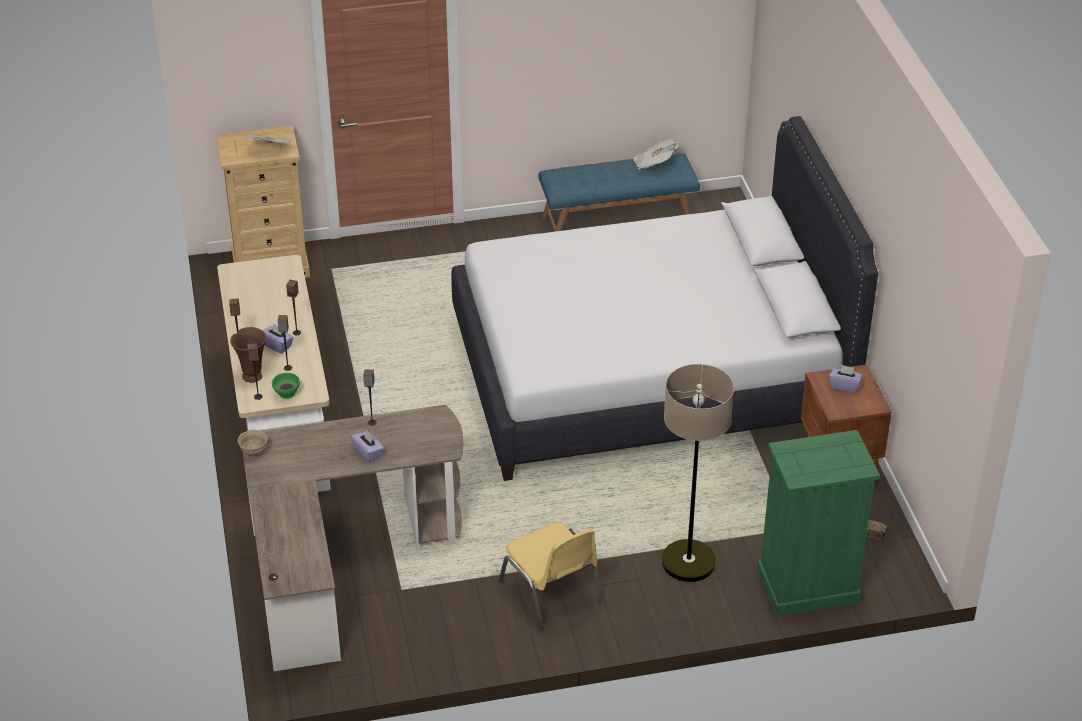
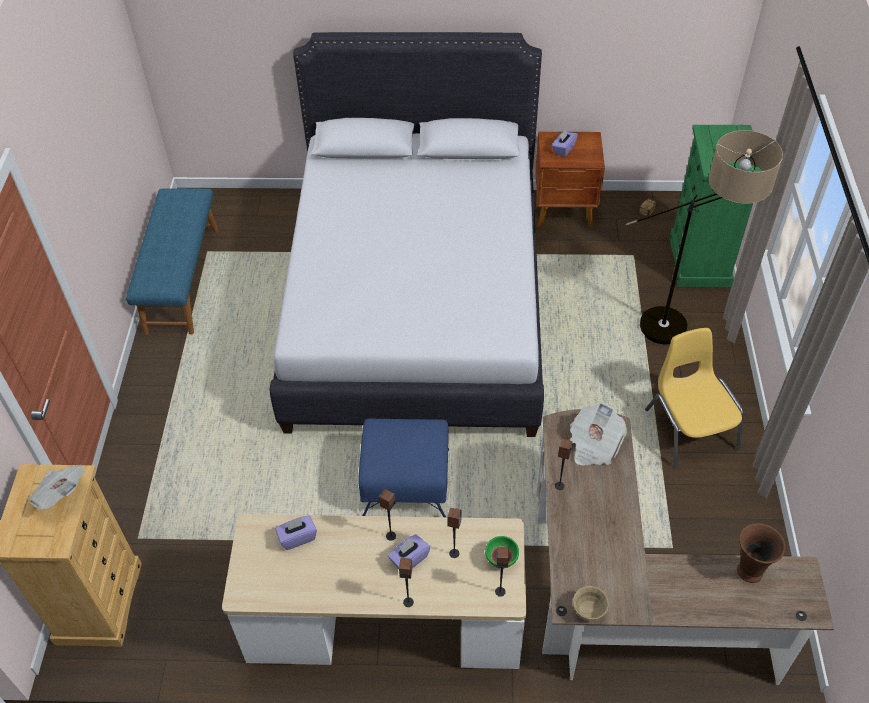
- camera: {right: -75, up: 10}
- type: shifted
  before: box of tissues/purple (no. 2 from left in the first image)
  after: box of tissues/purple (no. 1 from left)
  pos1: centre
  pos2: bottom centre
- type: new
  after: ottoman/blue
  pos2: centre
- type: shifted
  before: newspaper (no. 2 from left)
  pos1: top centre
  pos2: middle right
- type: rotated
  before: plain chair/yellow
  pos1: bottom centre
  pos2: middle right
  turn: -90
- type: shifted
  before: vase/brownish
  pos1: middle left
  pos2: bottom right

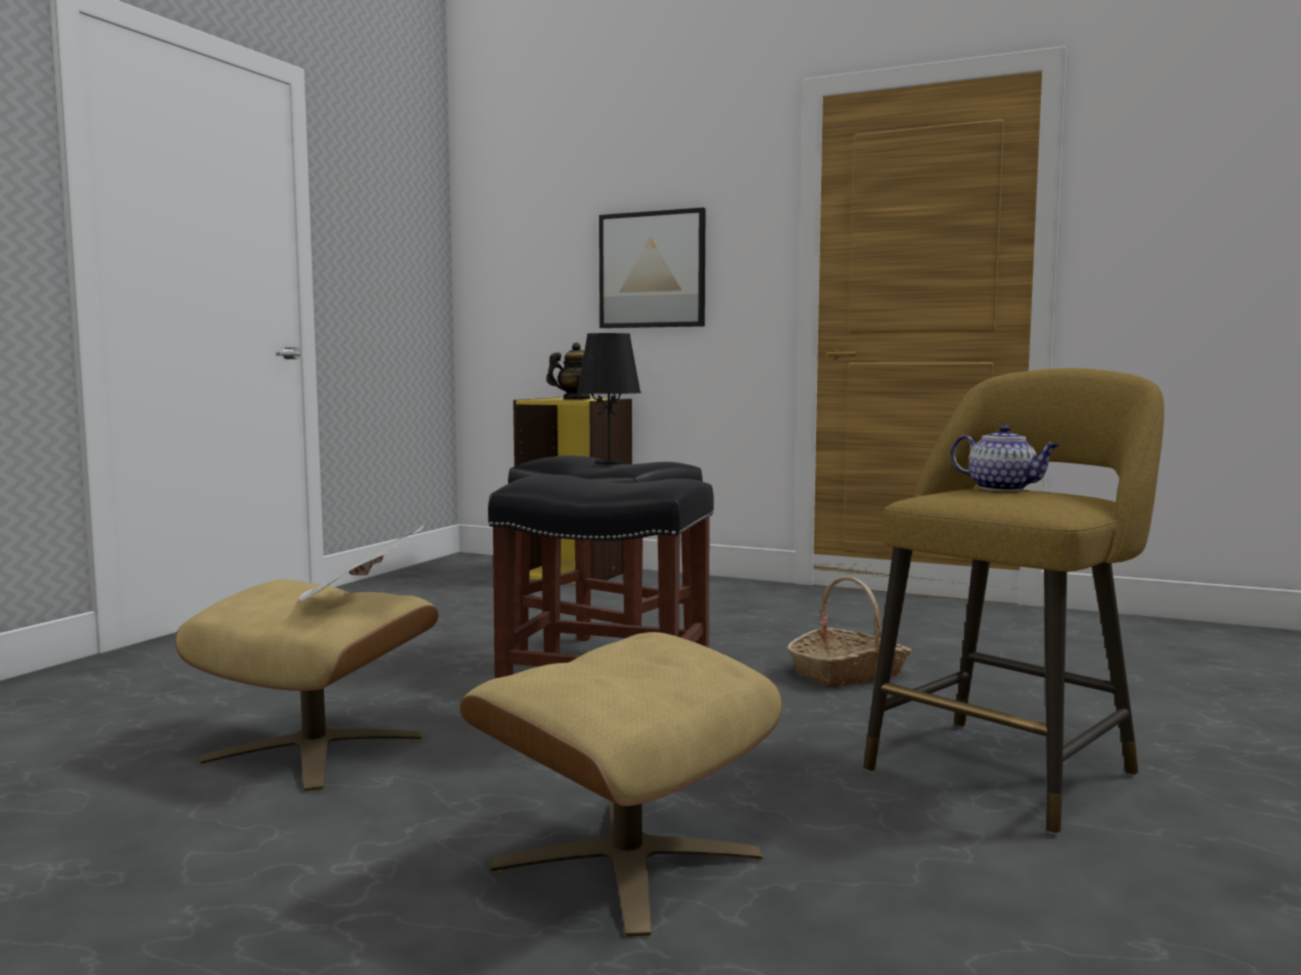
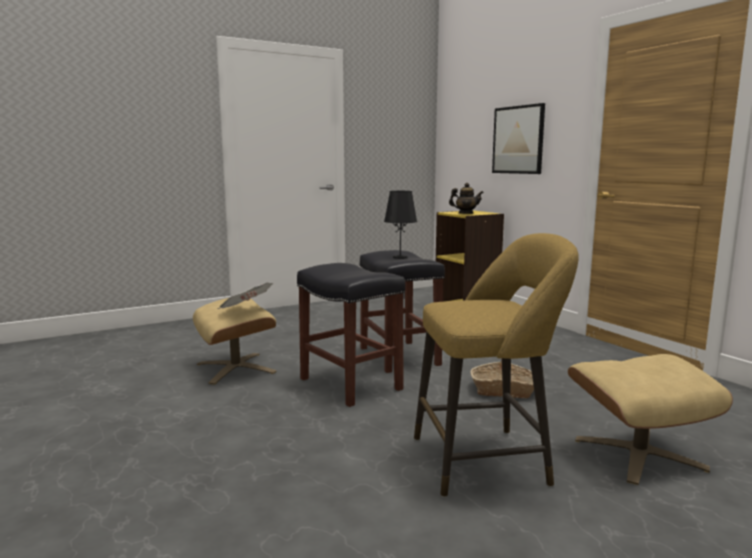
- camera: {right: 35, up: 5}
- type: shifted
  before: ottoman/sand-coloured (no. 2 from left)
  pos1: bottom centre
  pos2: bottom right
- type: gone
  before: teapot (no. 2 from left)
  pos1: middle right

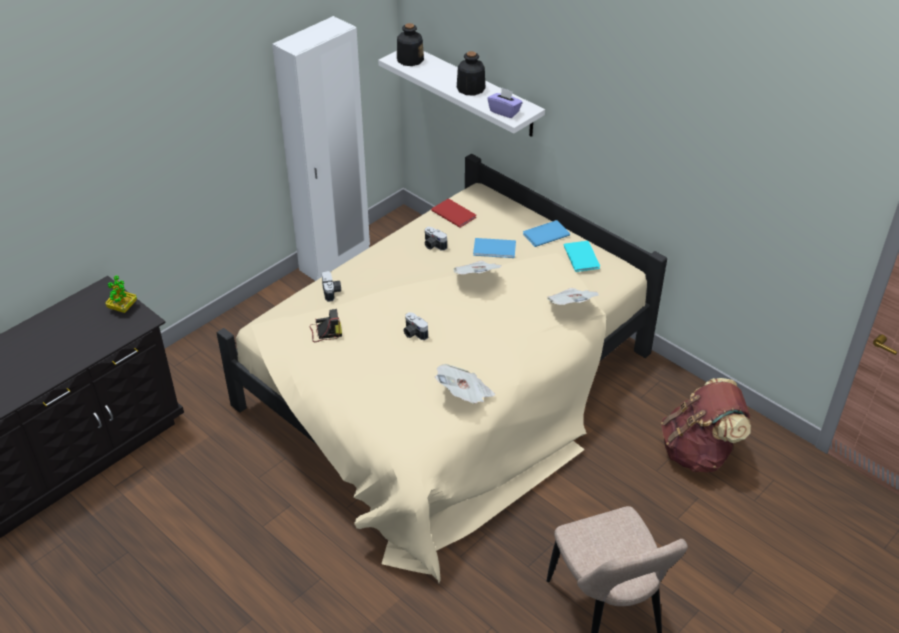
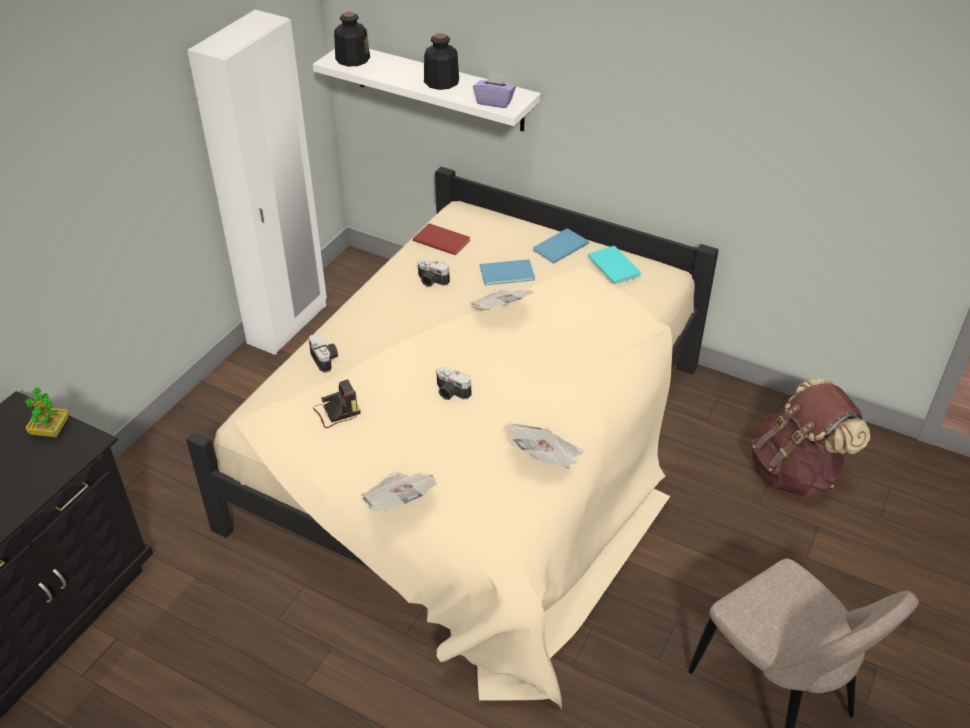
- camera: {right: -15, up: 0}
- type: shifted
  before: newspaper (no. 3 from left in the first image)
  after: newspaper (no. 1 from left)
  pos1: centre
  pos2: bottom centre

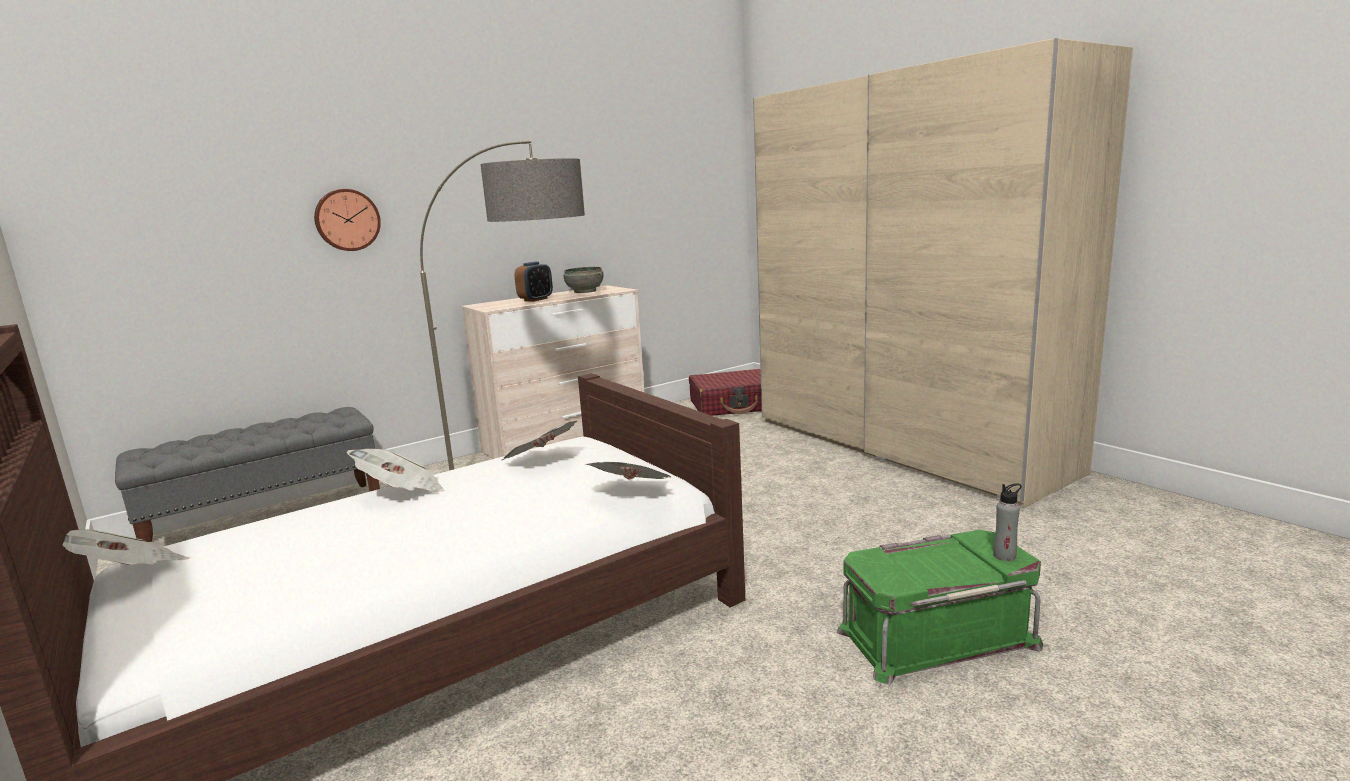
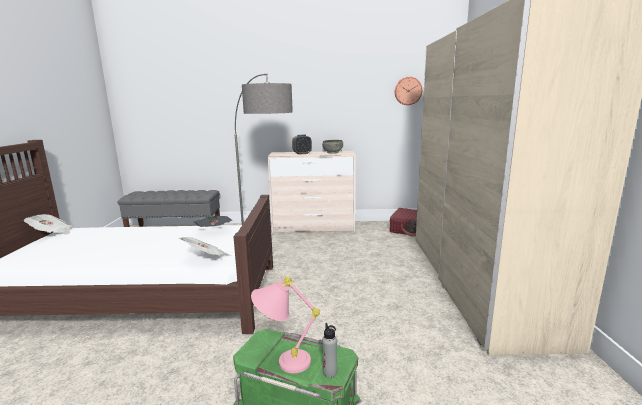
- camera: {right: 35, up: 0}
- type: new
  after: table lamp/pink-coloured
  pos2: bottom centre
- type: shifted
  before: wall clock
  pos1: top left
  pos2: top centre
- type: gone
  before: newspaper (no. 2 from left)
  pos1: middle left

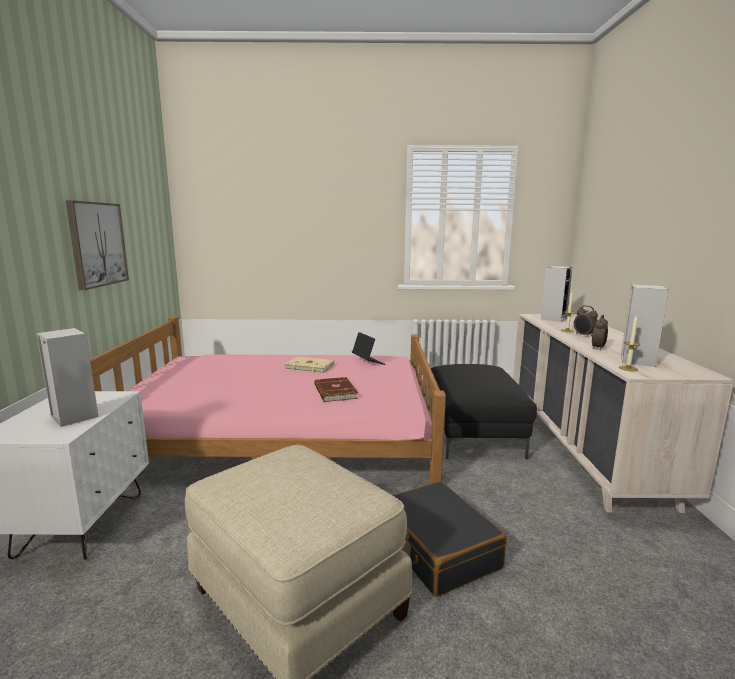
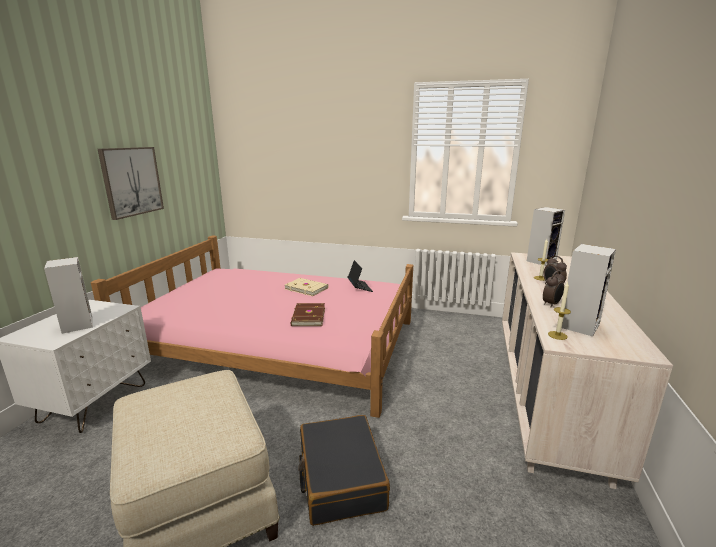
- camera: {right: 15, up: 5}
- type: gone
  before: ottoman/blackish
  pos1: centre

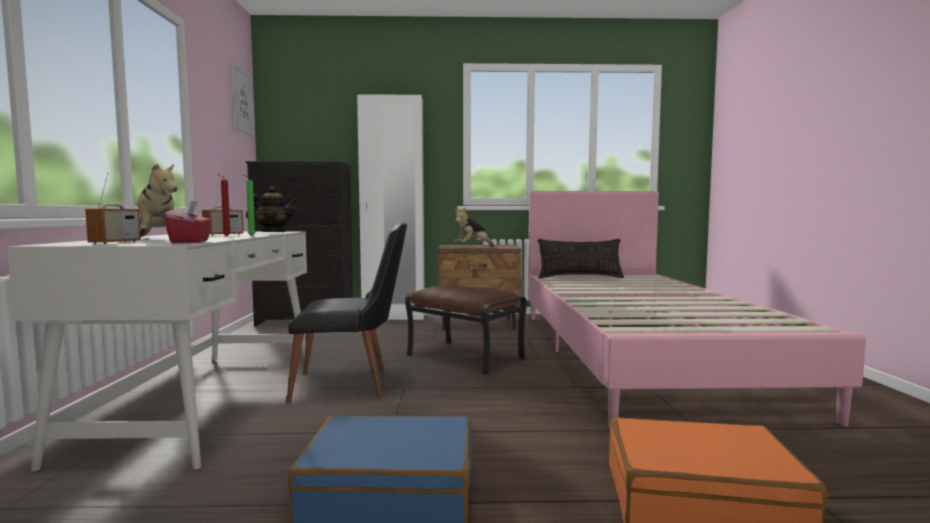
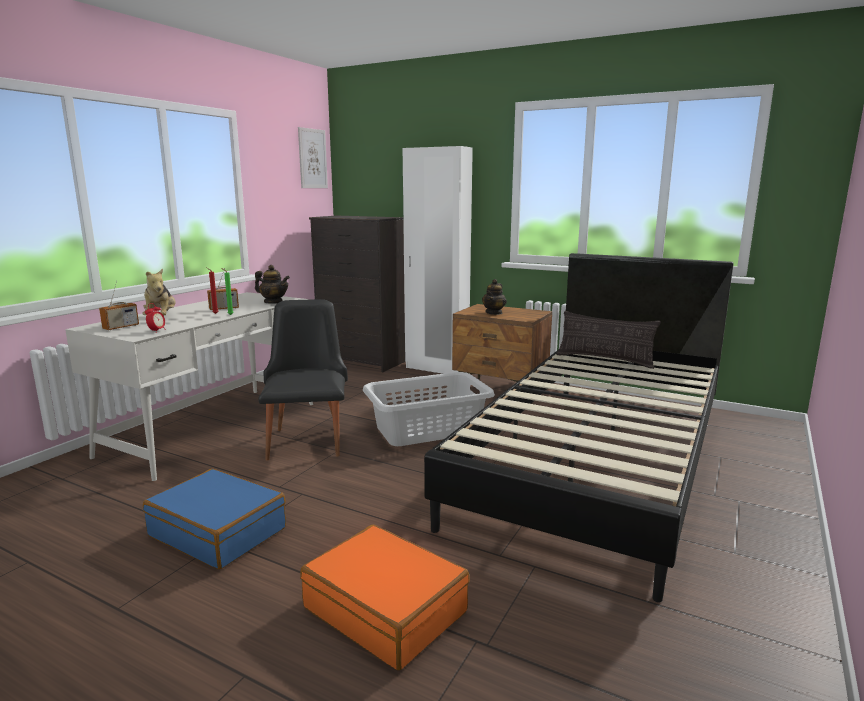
- camera: {right: 30, up: 10}
- type: swapped
  before: box of tissues/red
  after: table clock
  pos1: middle left
  pos2: middle left
- type: rotated
  before: plain chair/blackish
  pos1: centre
  pos2: centre
  turn: -120
- type: swapped
  before: ottoman/brownish
  after: hamper/gray
  pos1: centre
  pos2: centre
- type: repainted
  before: bedroom bed/pink-coloured
  after: bedroom bed/blackish
  pos1: middle right
  pos2: middle right
- type: swapped
  before: soft toy (no. 2 from left)
  after: teapot (no. 2 from left)
  pos1: centre
  pos2: centre

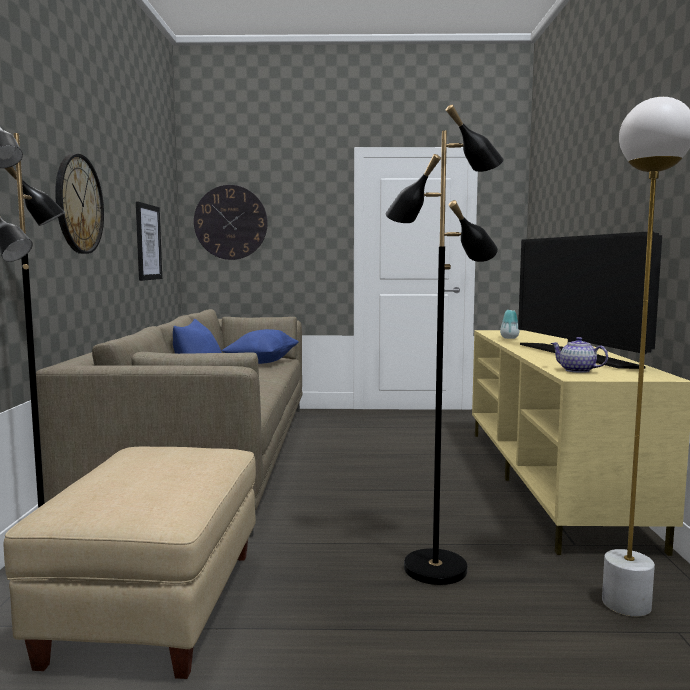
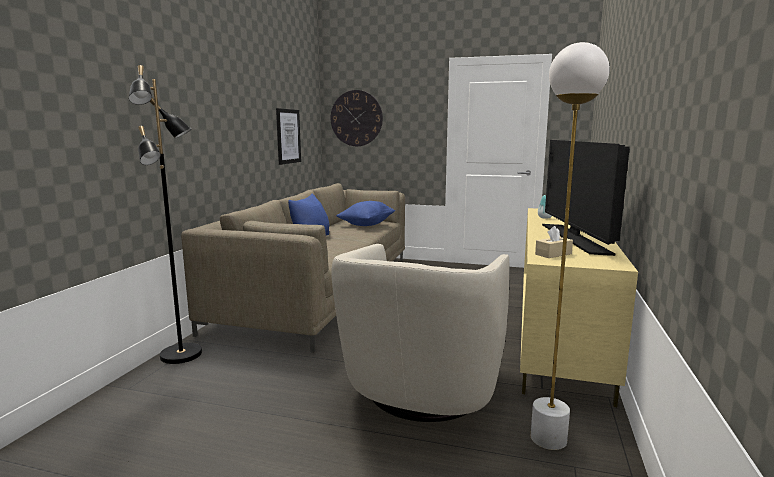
- camera: {right: 15, up: 5}
- type: swapped
  before: standard lamp/blackish (no. 2 from left)
  after: lounge chair/sand-coloured
  pos1: centre
  pos2: bottom centre
- type: swapped
  before: teapot
  after: box of tissues/sand-coloured
  pos1: middle right
  pos2: middle right
- type: gone
  before: ottoman/sand-coloured
  pos1: bottom left
- type: gone
  before: wall clock (no. 1 from left)
  pos1: top left

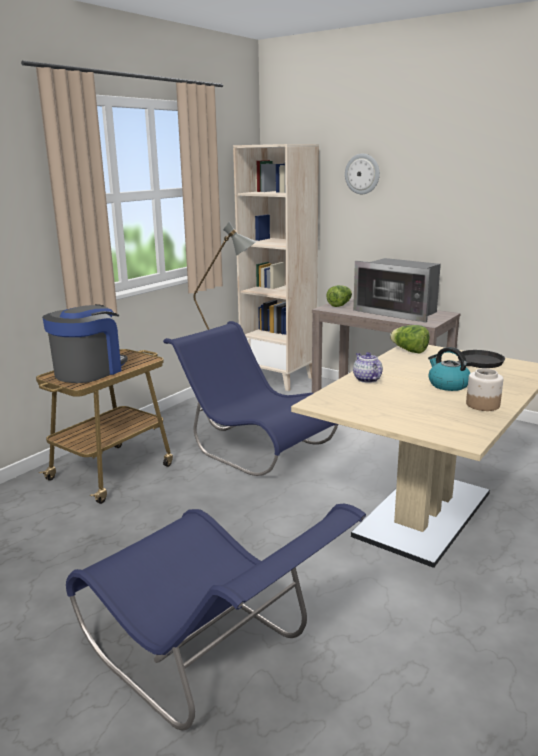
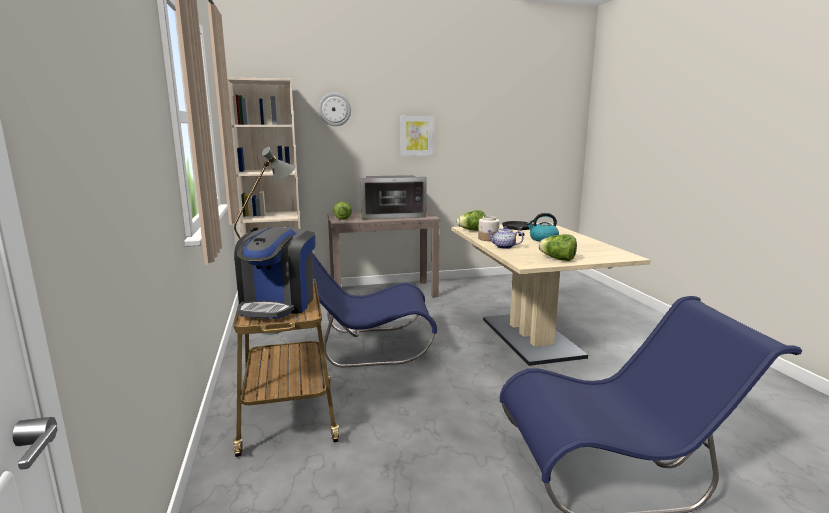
- camera: {right: -50, up: -5}
- type: rotated
  before: coffee machine
  pos1: middle left
  pos2: middle left
  turn: -150
- type: new
  after: wall picture
  pos2: top centre
- type: shifted
  before: storage jar
  pos1: middle right
  pos2: centre
- type: new
  after: head of lettuce (no. 3 from left)
  pos2: middle right

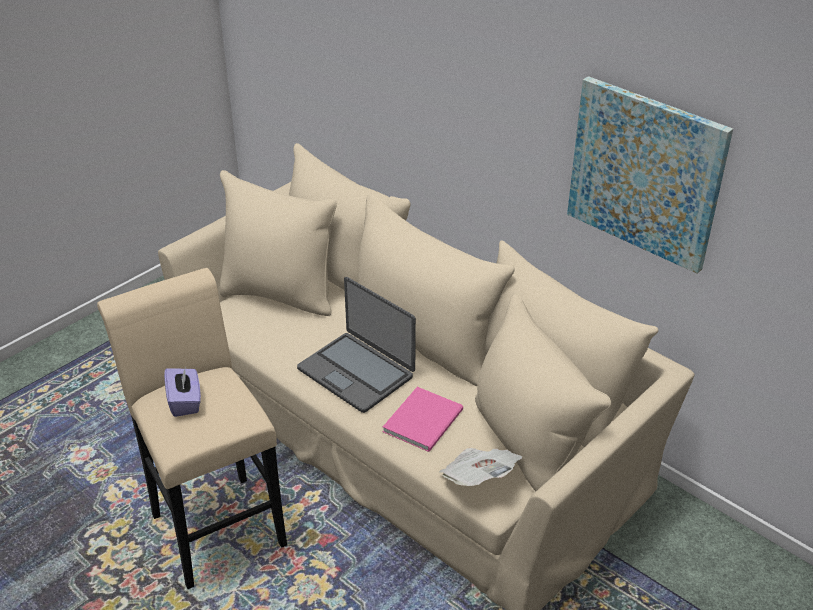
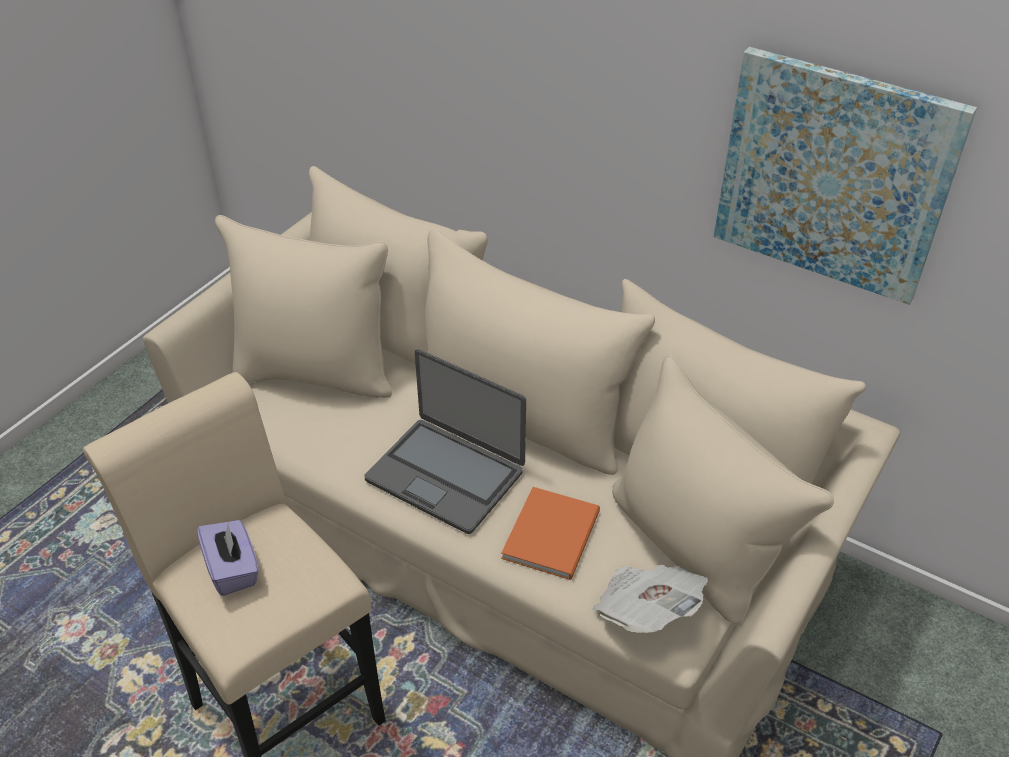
- camera: {right: -10, up: 5}
- type: repainted
  before: book/pink-coloured
  after: book/orange-coloured
  pos1: bottom centre
  pos2: bottom centre

